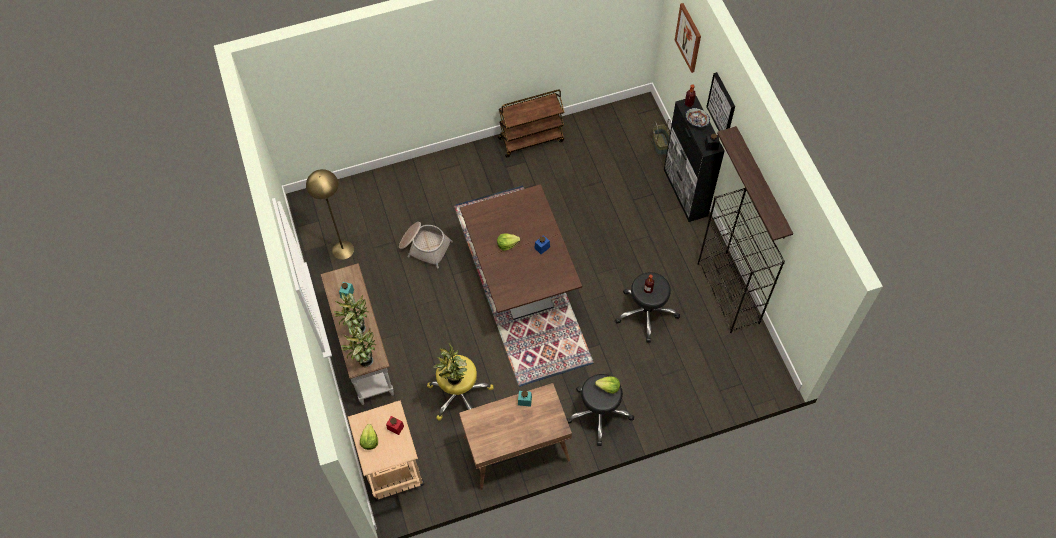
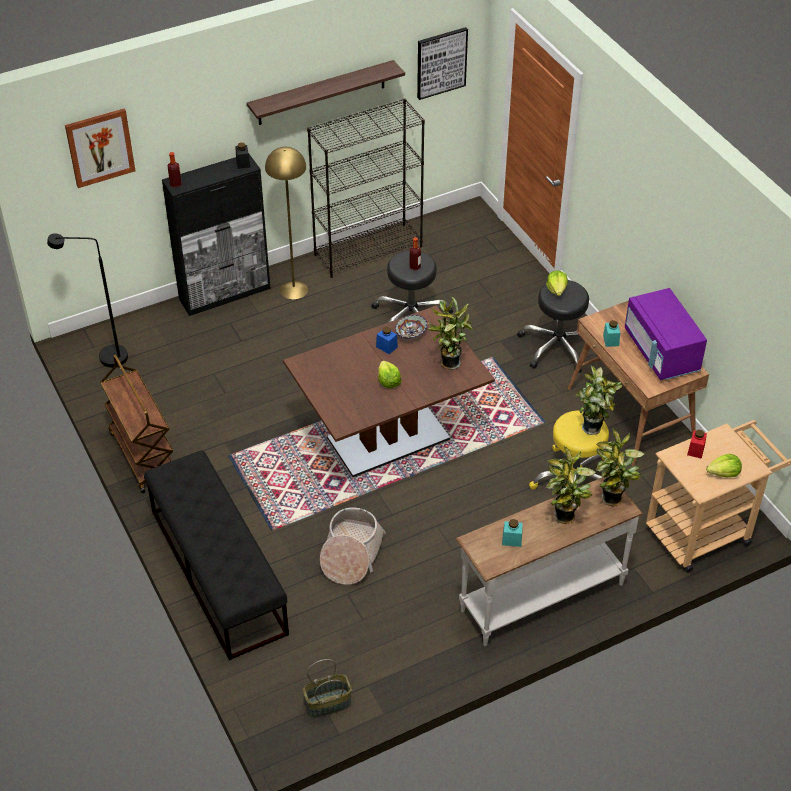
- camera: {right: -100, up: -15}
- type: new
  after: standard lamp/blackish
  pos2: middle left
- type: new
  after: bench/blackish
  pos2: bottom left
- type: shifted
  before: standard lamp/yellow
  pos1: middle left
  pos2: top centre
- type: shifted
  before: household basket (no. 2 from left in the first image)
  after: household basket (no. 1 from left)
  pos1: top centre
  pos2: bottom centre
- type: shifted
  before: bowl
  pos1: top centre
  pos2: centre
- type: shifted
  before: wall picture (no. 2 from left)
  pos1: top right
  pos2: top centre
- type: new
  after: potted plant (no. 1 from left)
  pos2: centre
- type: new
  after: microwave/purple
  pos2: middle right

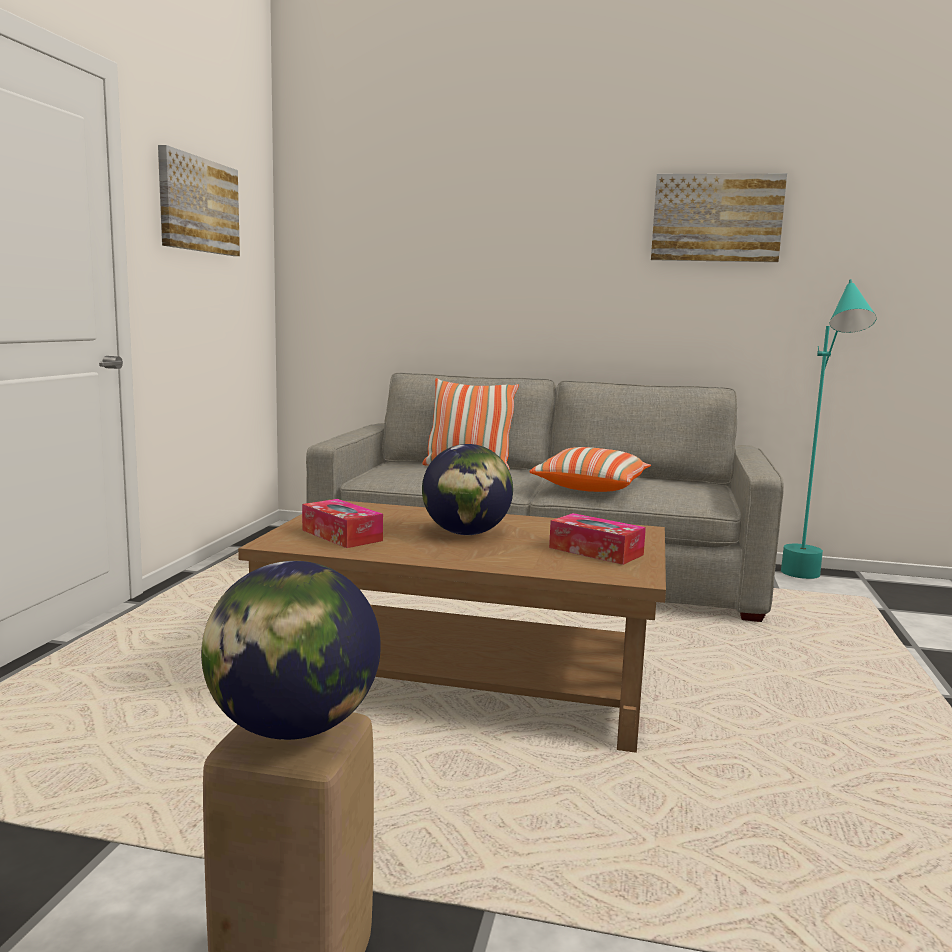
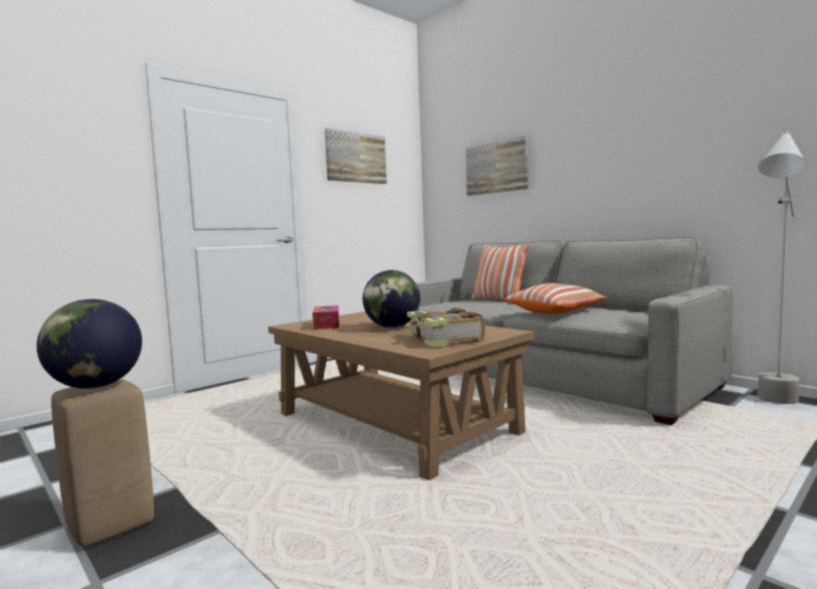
- camera: {right: 35, up: -5}
- type: swapped
  before: box of tissues (no. 2 from left)
  after: book
  pos1: centre
  pos2: centre
- type: shifted
  before: wall picture (no. 2 from left)
  pos1: top right
  pos2: top centre
- type: repainted
  before: standard lamp/turquoise
  after: standard lamp/gray
  pos1: middle right
  pos2: middle right

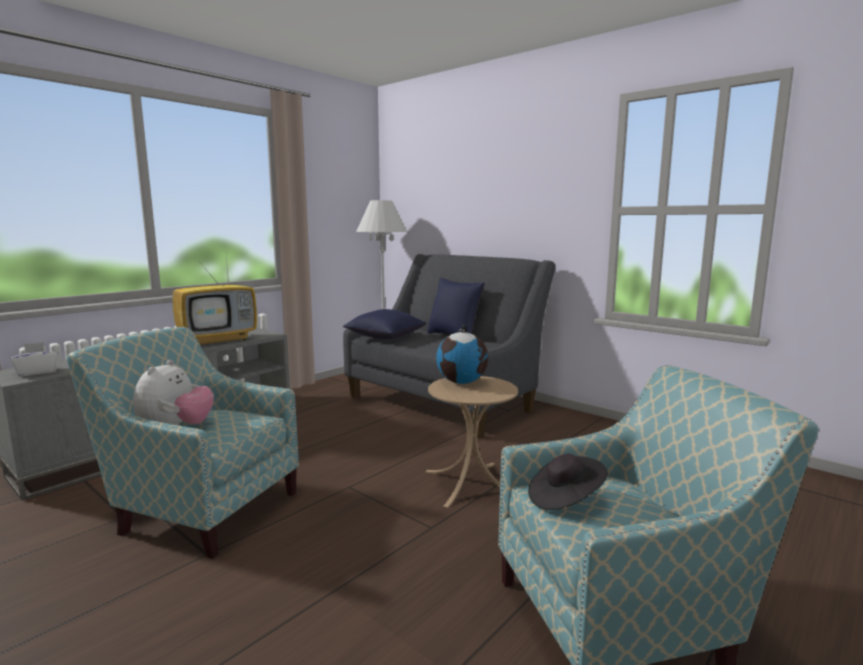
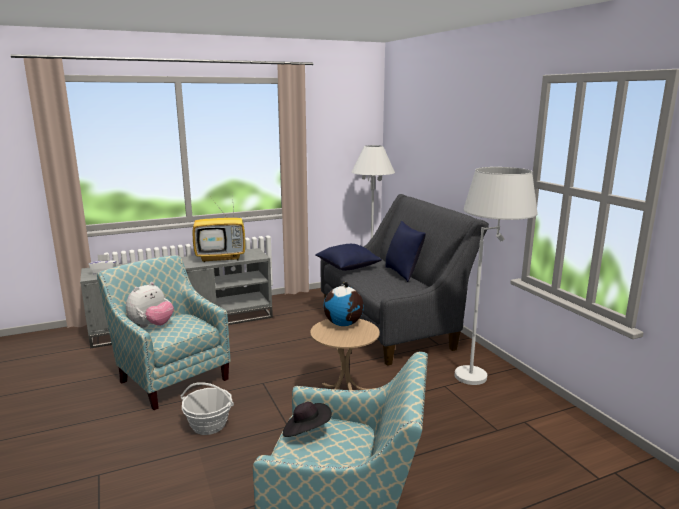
- camera: {right: 25, up: 5}
- type: new
  after: household basket
  pos2: bottom left
- type: new
  after: standard lamp/whitish (no. 2 from left)
  pos2: middle right

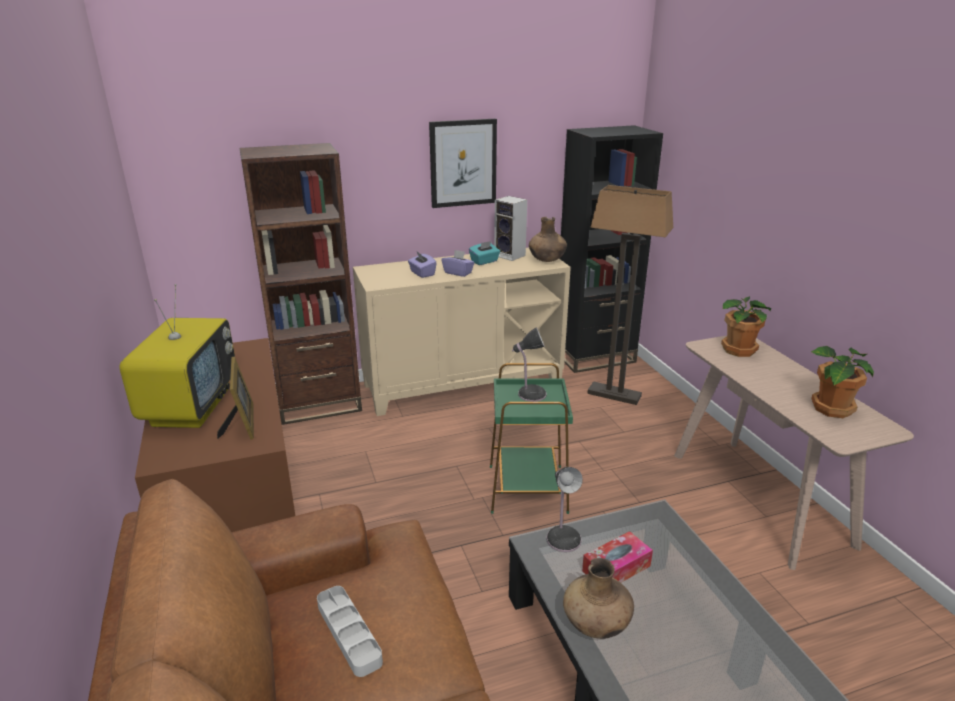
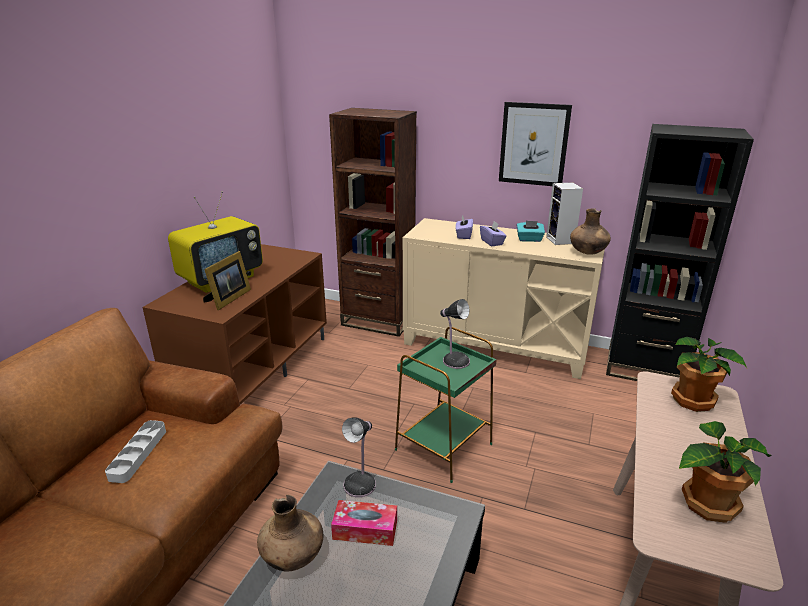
- camera: {right: 40, up: 0}
- type: gone
  before: standard lamp
  pos1: centre

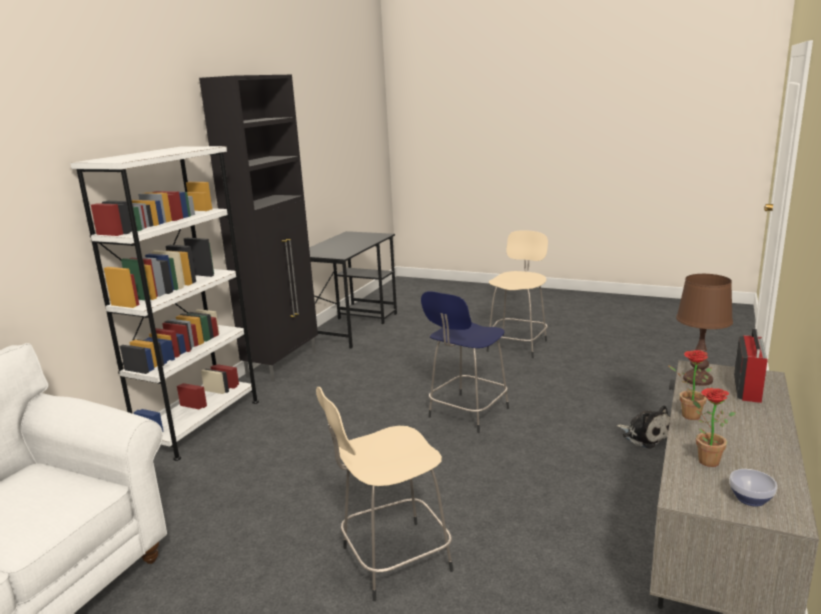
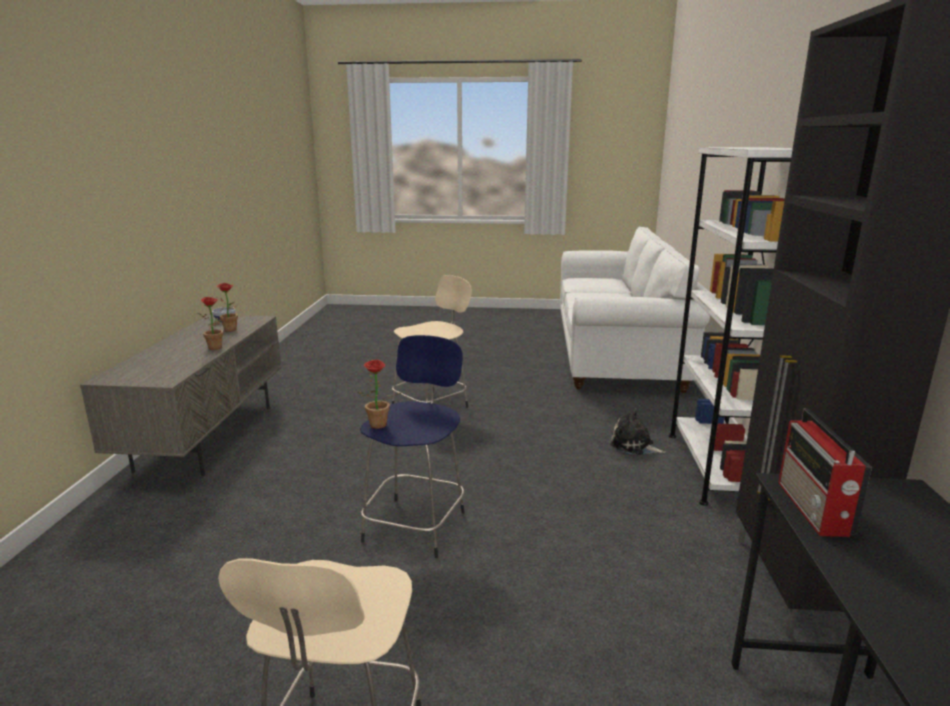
- camera: {right: 160, up: 0}
- type: new
  after: potted plant (no. 3 from left)
  pos2: centre
- type: shifted
  before: soft toy
  pos1: bottom right
  pos2: middle right
- type: shifted
  before: radio receiver
  pos1: middle right
  pos2: bottom right
- type: gone
  before: table lamp/brownish
  pos1: middle right

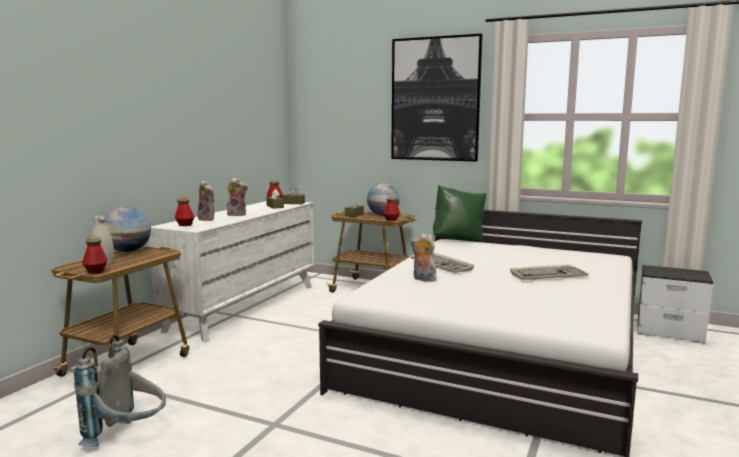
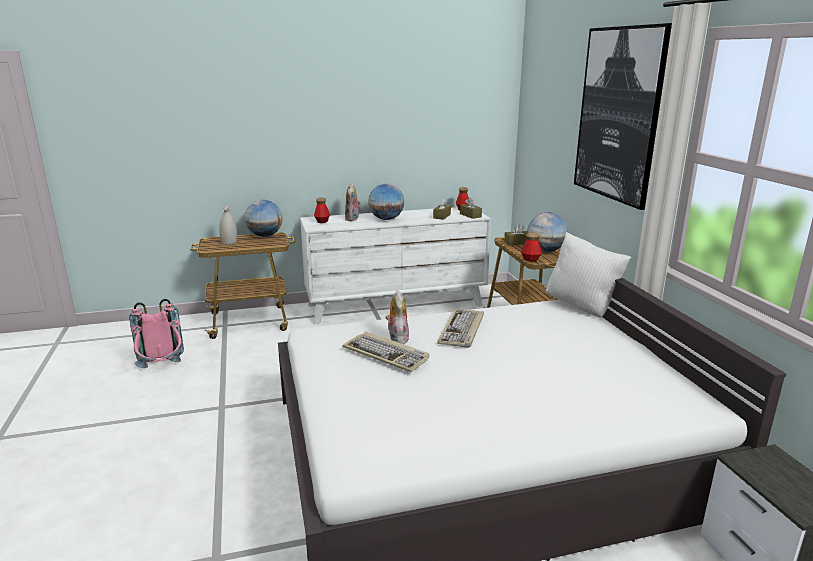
- camera: {right: 50, up: 10}
- type: repainted
  before: knapsack/gray
  after: knapsack/pink-coloured
  pos1: bottom left
  pos2: middle left
- type: shifted
  before: PC keyboard (no. 2 from left in the first image)
  after: PC keyboard (no. 1 from left)
  pos1: middle right
  pos2: centre
- type: swapped
  before: soft toy (no. 2 from left)
  after: globe (no. 2 from left)
  pos1: middle left
  pos2: centre
- type: repainted
  before: throw pillow/green
  after: throw pillow/whitish
  pos1: centre
  pos2: middle right
- type: gone
  before: drink bottle (no. 1 from left)
  pos1: middle left

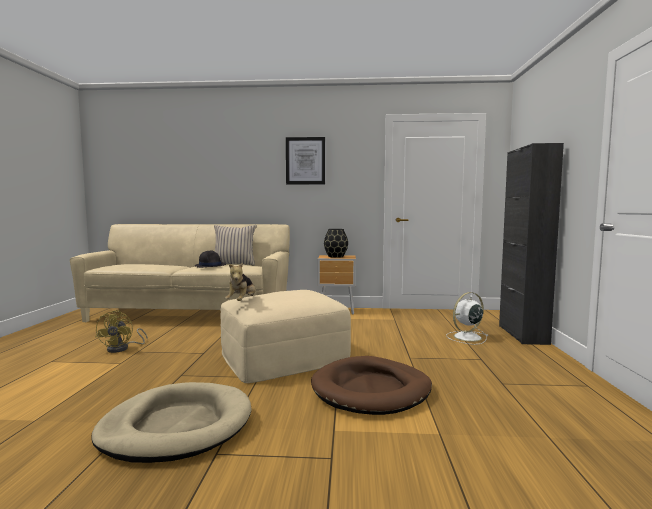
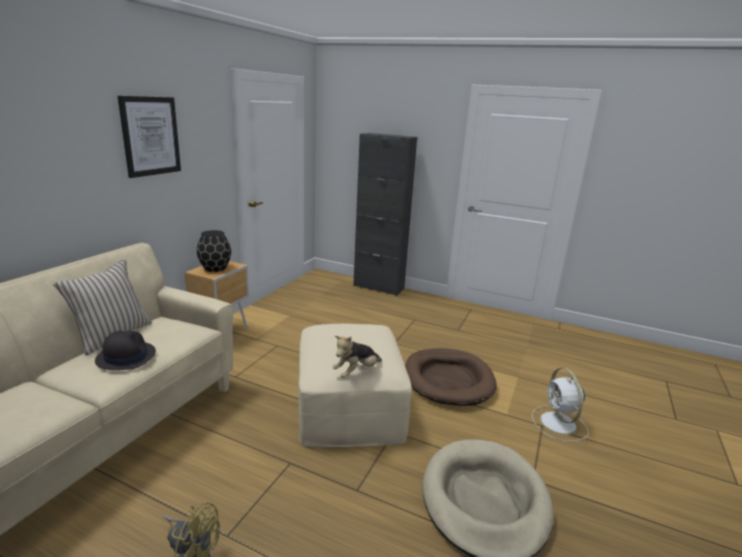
- camera: {right: -70, up: 15}
- type: rotated
  before: soft toy
  pos1: centre
  pos2: centre
  turn: 105
- type: shifted
  before: fan/whitish
  pos1: middle right
  pos2: bottom right

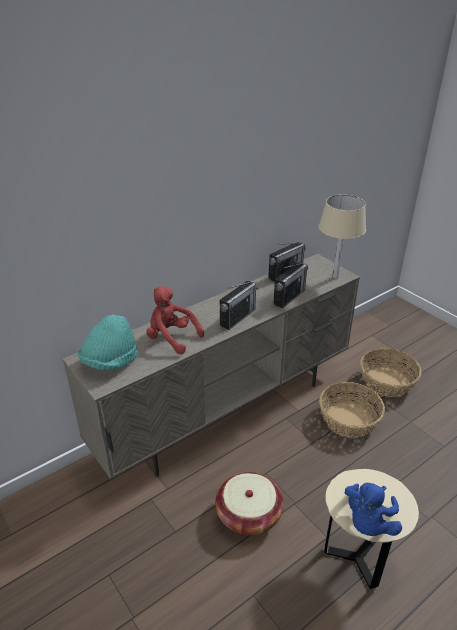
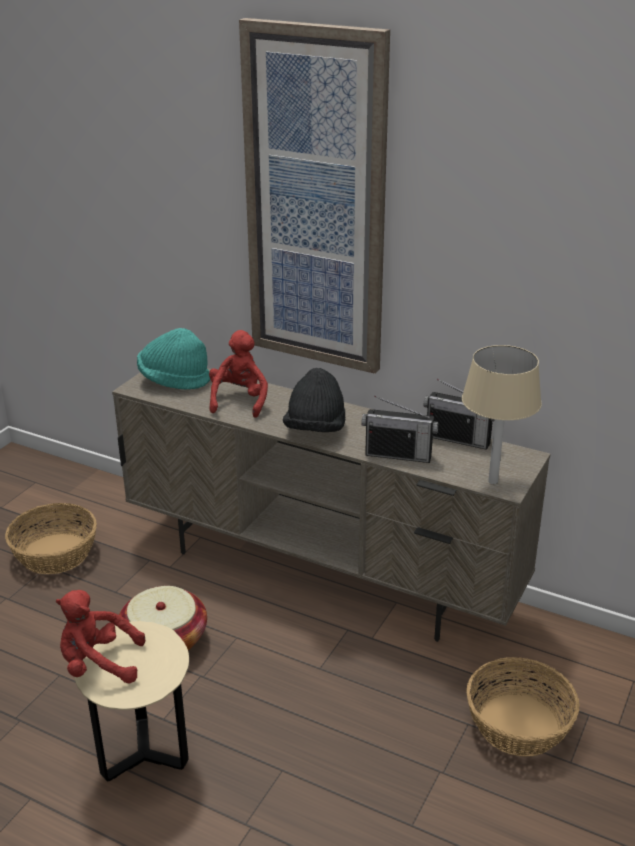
- camera: {right: 65, up: -5}
- type: shifted
  before: household basket (no. 2 from left in the first image)
  after: household basket (no. 1 from left)
  pos1: middle right
  pos2: middle left
- type: repainted
  before: soft toy/blue
  after: soft toy/red (no. 1 from left)
  pos1: bottom right
  pos2: bottom left
- type: new
  after: wall picture
  pos2: top centre
- type: swapped
  before: radio receiver (no. 1 from left)
  after: clothing hat/blackish
  pos1: centre
  pos2: centre

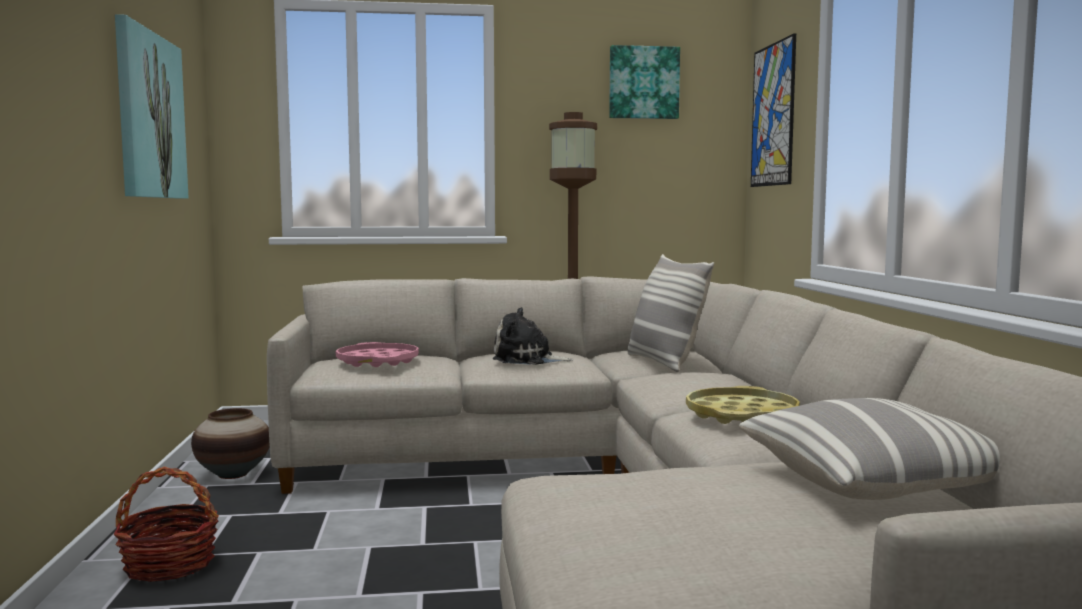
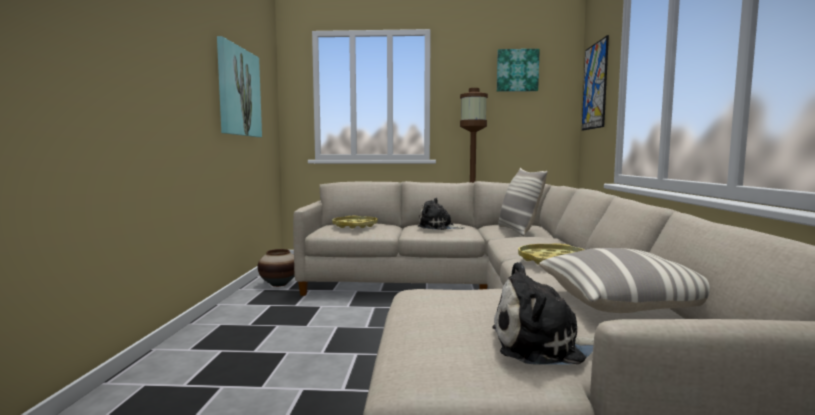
- camera: {right: 10, up: 0}
- type: repainted
  before: tray/pink-coloured
  after: tray/yellow (no. 1 from left)
  pos1: centre
  pos2: centre
- type: new
  after: soft toy (no. 2 from left)
  pos2: bottom centre
- type: gone
  before: household basket
  pos1: bottom left

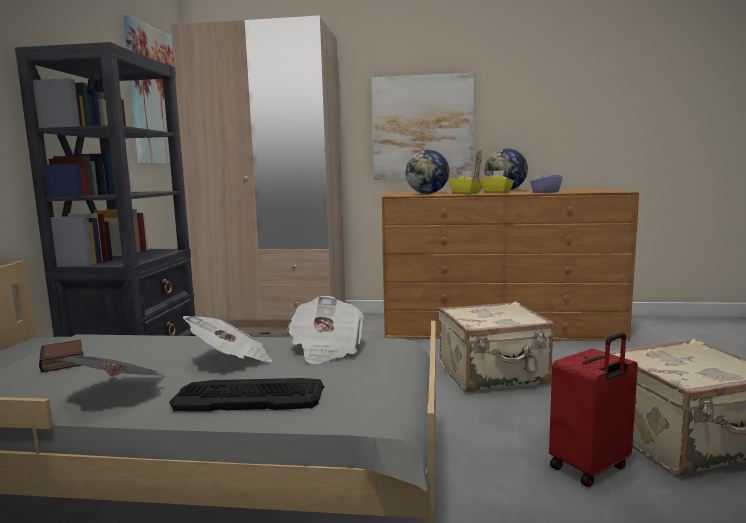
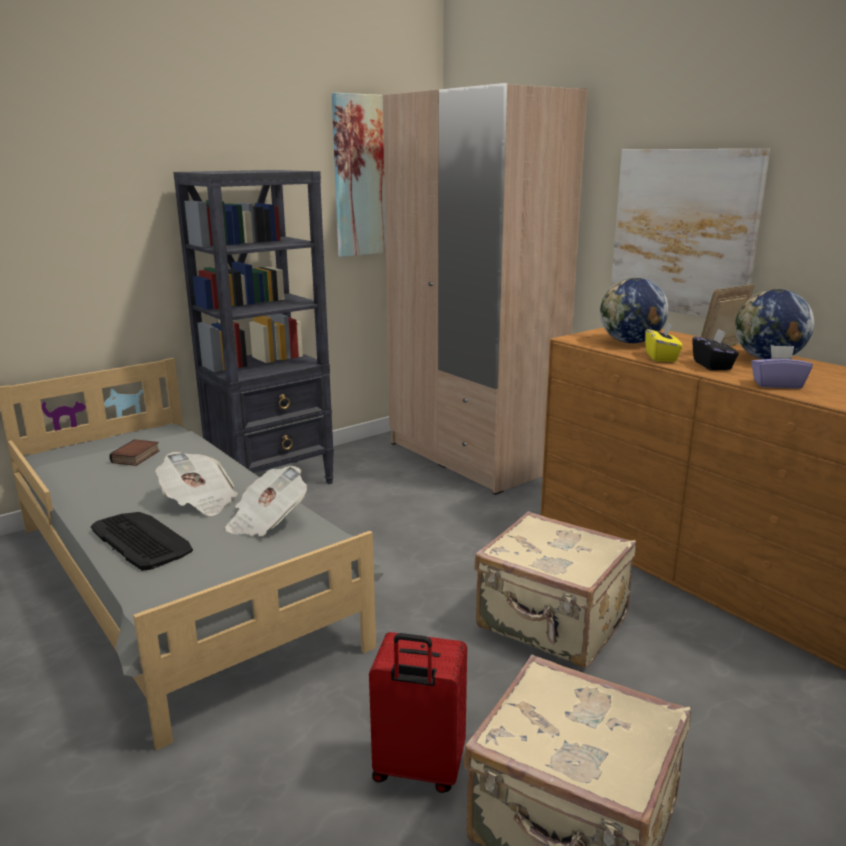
- camera: {right: 45, up: 10}
- type: repainted
  before: box of tissues/yellow (no. 2 from left)
  after: box of tissues/blackish
  pos1: centre
  pos2: middle right
- type: gone
  before: newspaper (no. 1 from left)
  pos1: bottom left

